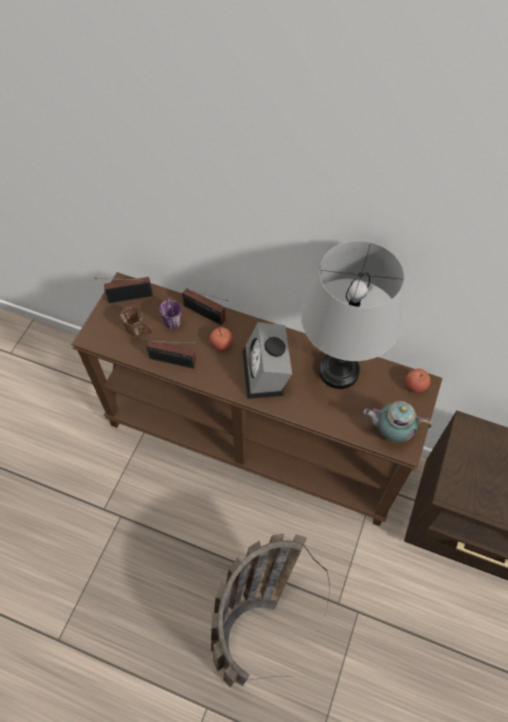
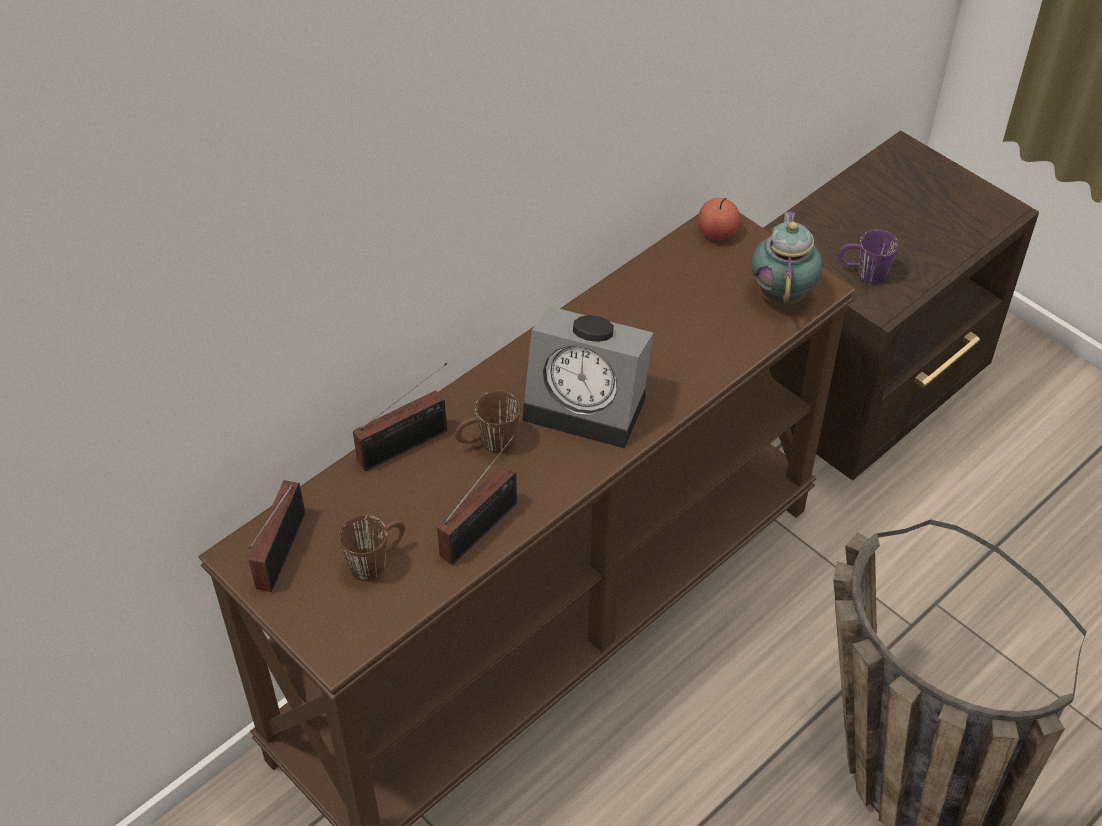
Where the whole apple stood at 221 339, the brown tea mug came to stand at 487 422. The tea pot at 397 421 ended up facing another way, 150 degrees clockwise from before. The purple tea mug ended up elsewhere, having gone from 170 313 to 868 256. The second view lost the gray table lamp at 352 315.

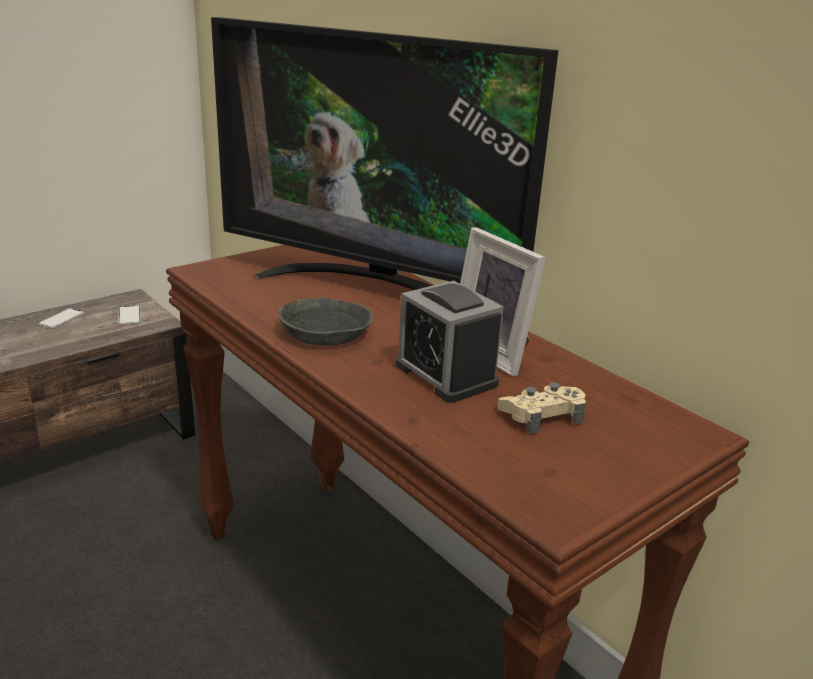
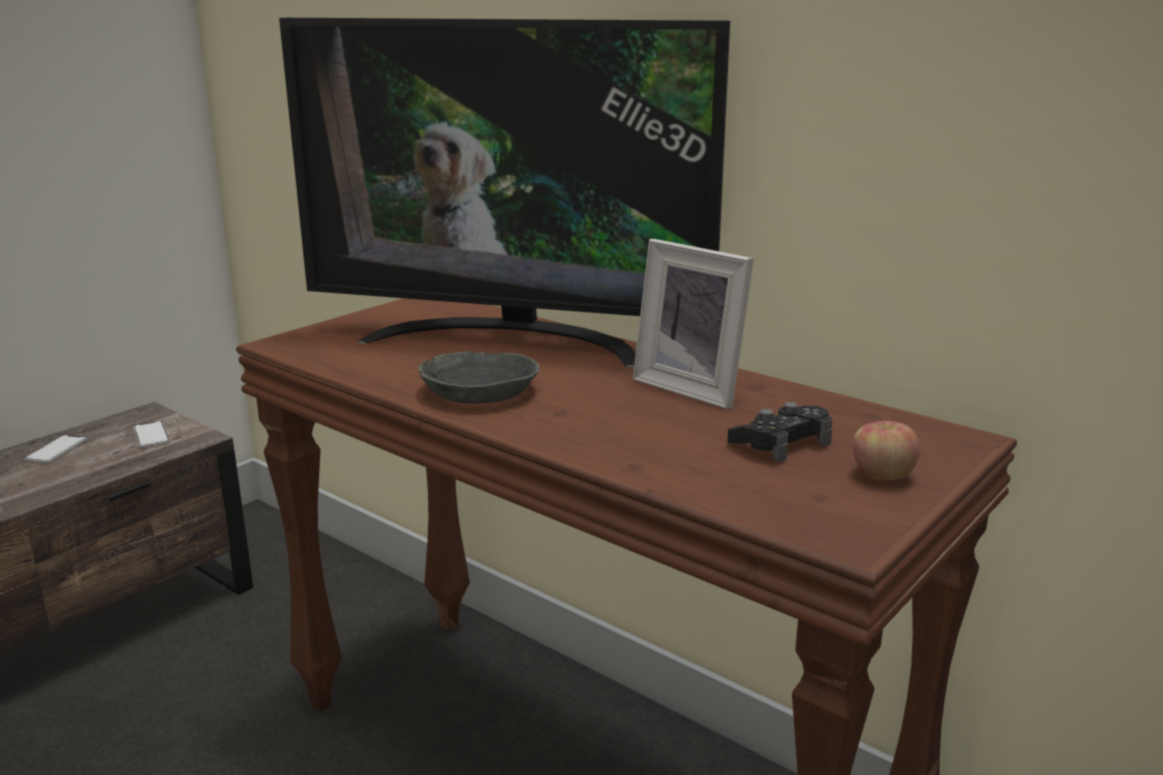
What was the sand-coloured game controller at 542 408 turned into the black game controller at 779 432. The second view gained the whole apple at 886 451. The second view lost the alarm clock at 449 342.

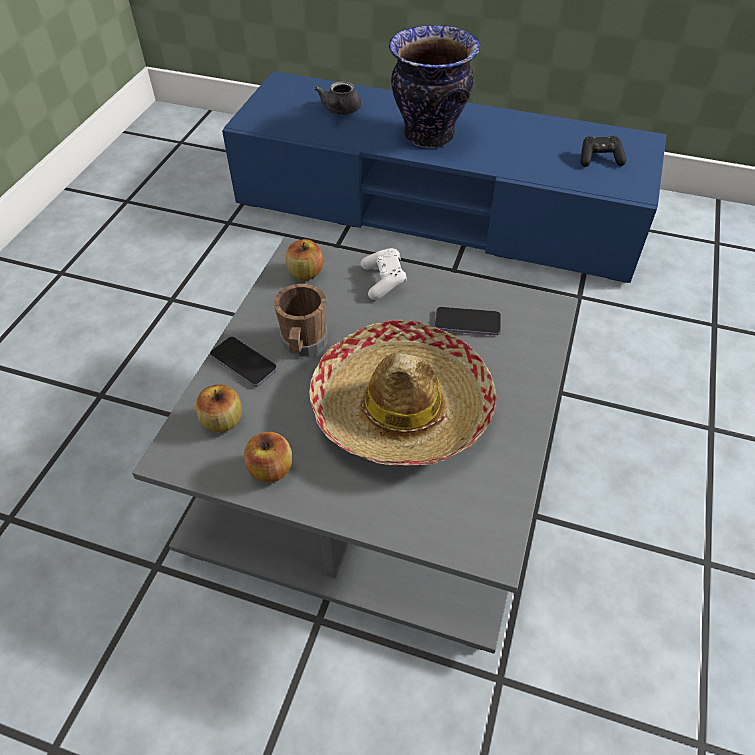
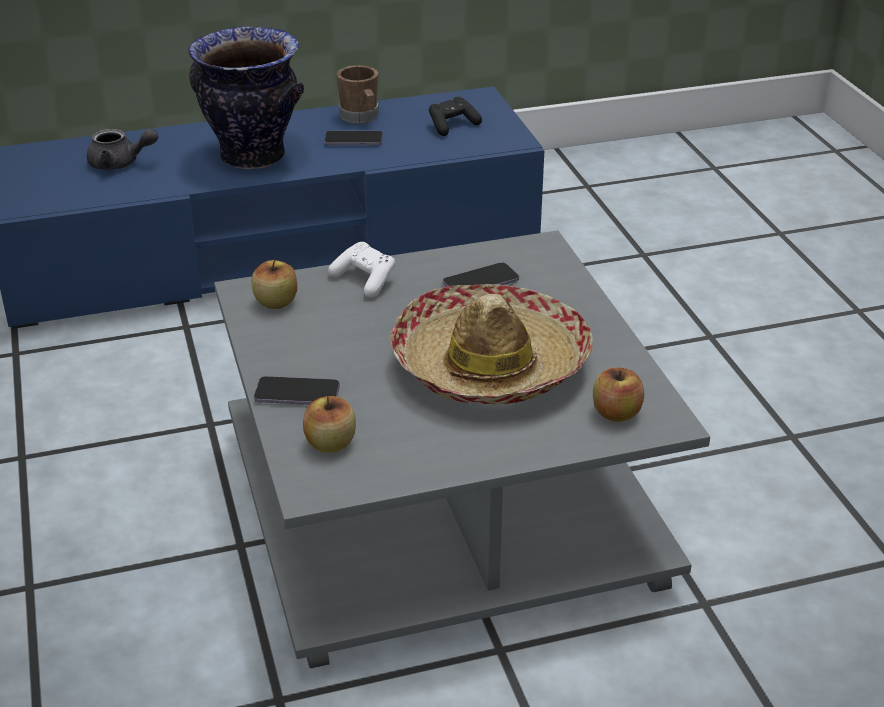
The gray tea pot at 338 98 ended up facing another way, 60 degrees counterclockwise from before. The second view gained the phone at 353 138. The brown tea mug ended up elsewhere, having gone from 301 320 to 358 94. The whole apple ended up elsewhere, having gone from 268 457 to 618 394.

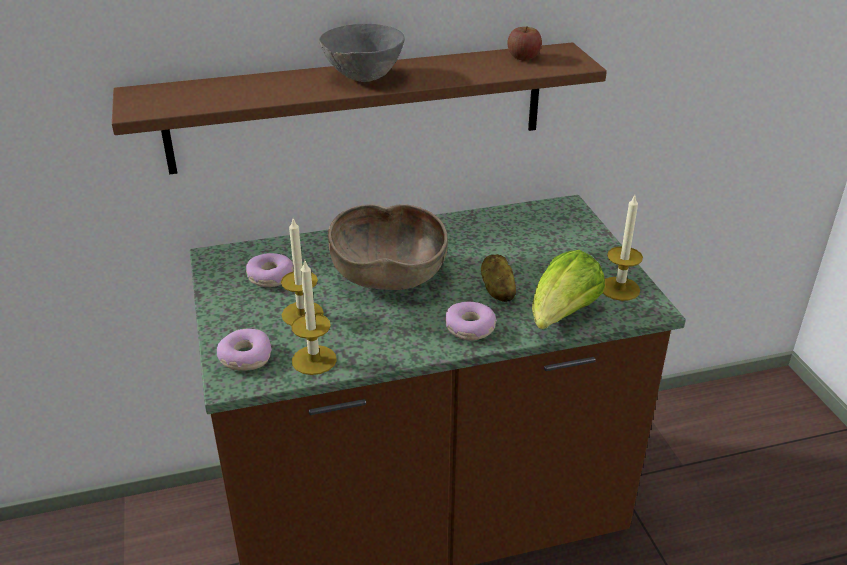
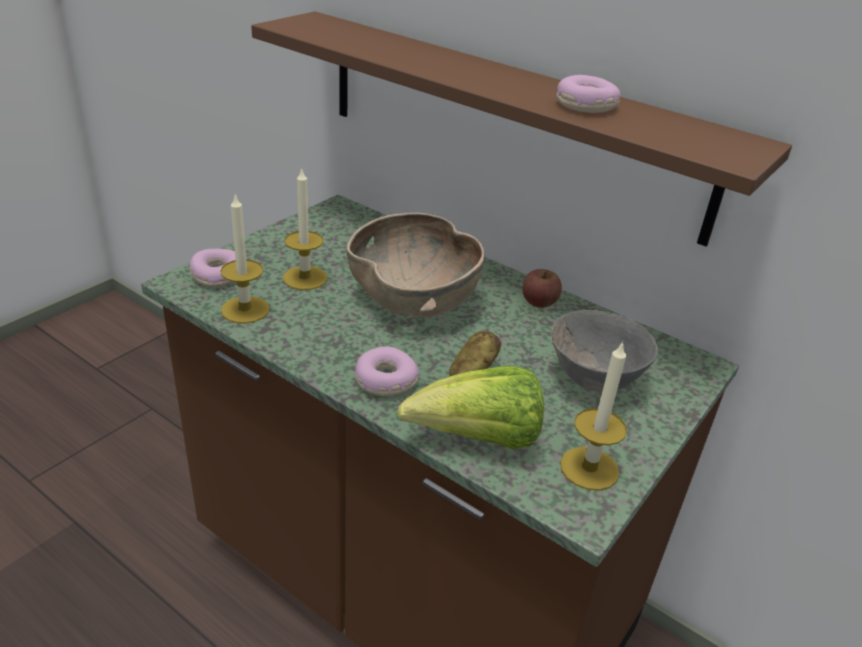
The whole apple ended up elsewhere, having gone from 524 43 to 542 288. The gray deep dish ended up elsewhere, having gone from 362 53 to 605 351. The donut ended up elsewhere, having gone from 270 270 to 588 94.

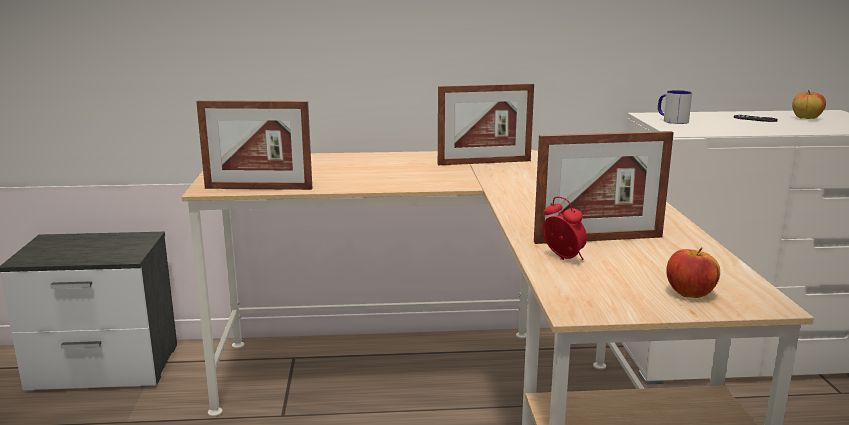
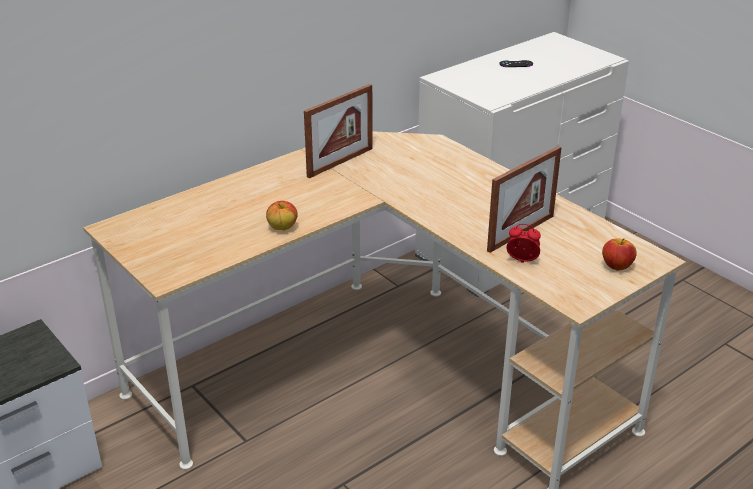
The whole apple ended up elsewhere, having gone from 809 104 to 282 216. The second view lost the picture frame at 254 145. The second view lost the tea mug at 675 107.

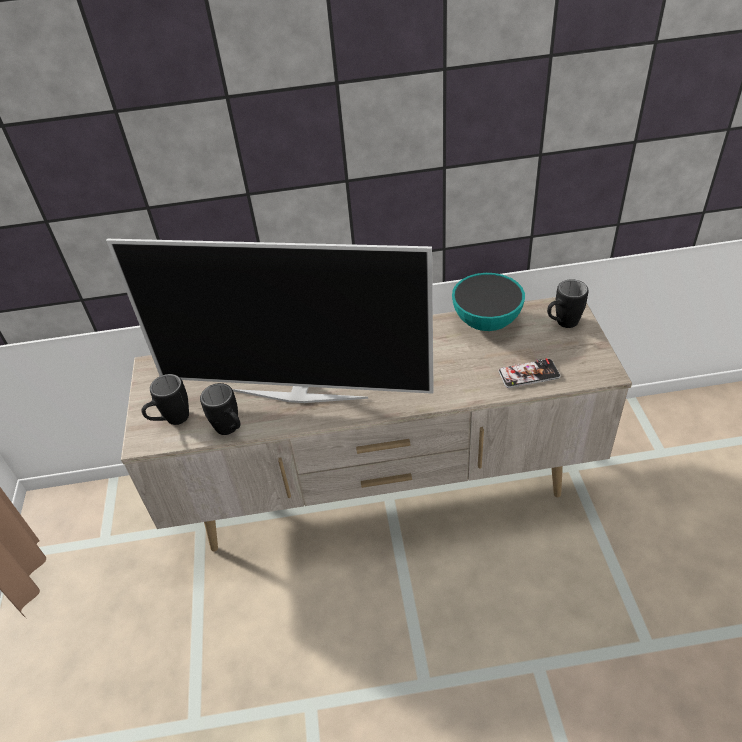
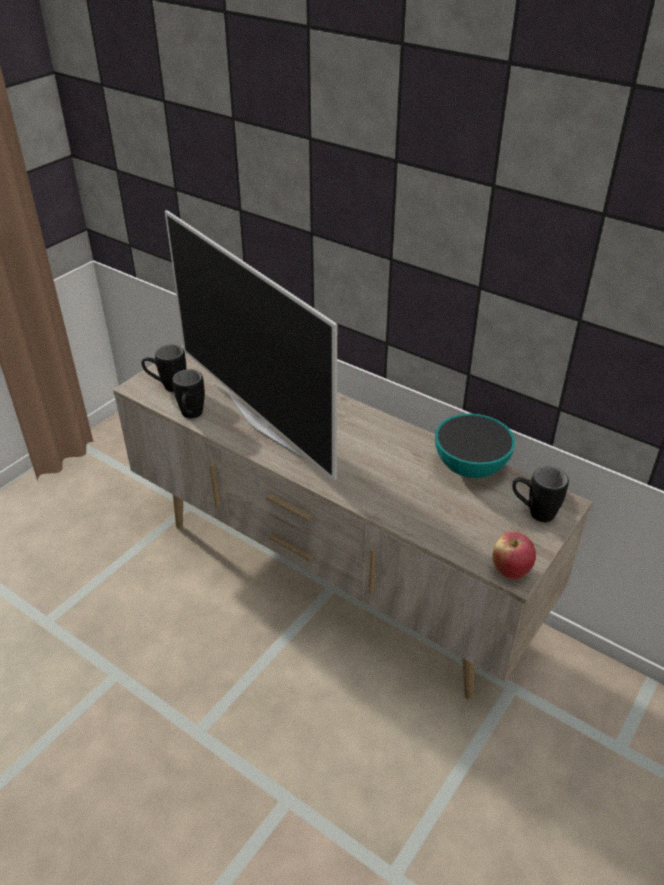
The second view gained the whole apple at 514 555. The second view lost the phone at 529 373.

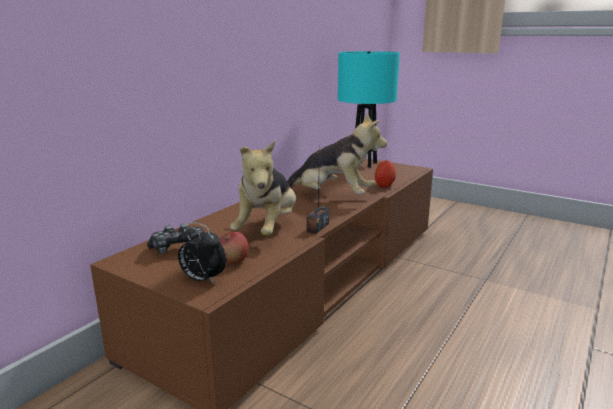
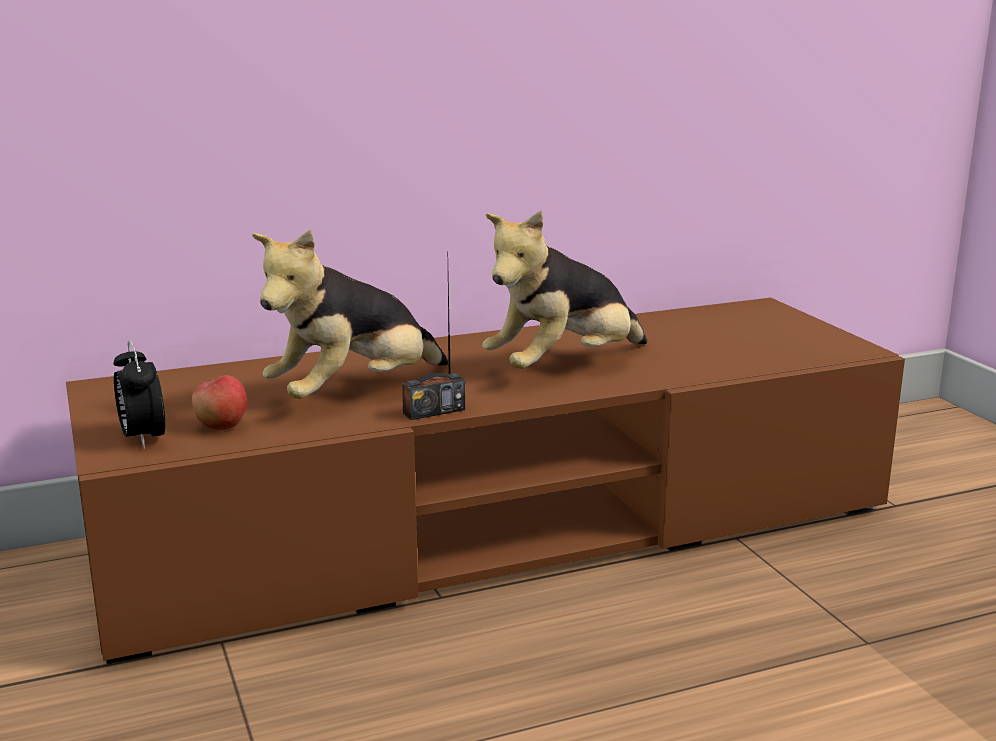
The cuddly toy at 337 154 ended up facing another way, 90 degrees clockwise from before. The second view lost the game controller at 175 238. The second view lost the blue-green table lamp at 369 109. The second view lost the whole apple at 385 173.

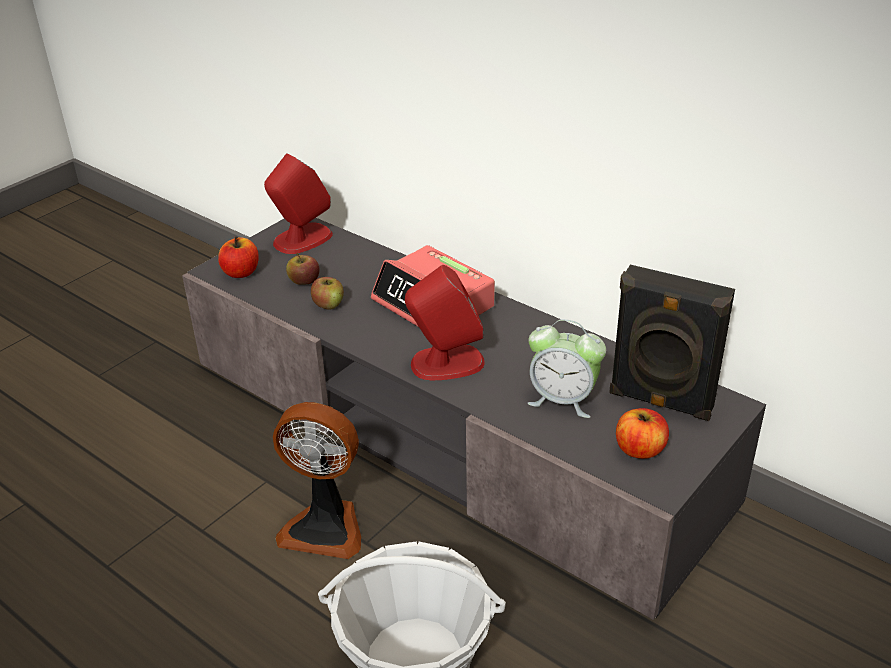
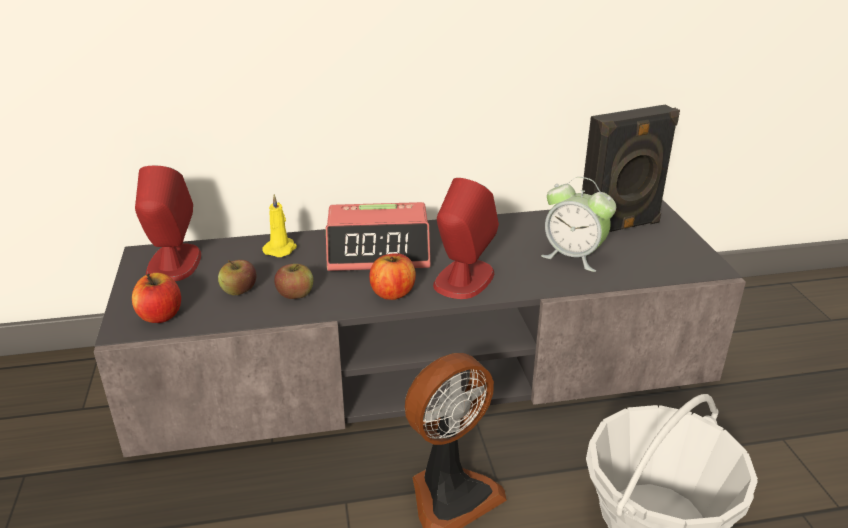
The second view gained the yellowish wax light at 279 225. The whole apple ended up elsewhere, having gone from 642 433 to 392 276. The alarm clock at 566 368 ended up facing another way, 60 degrees clockwise from before.

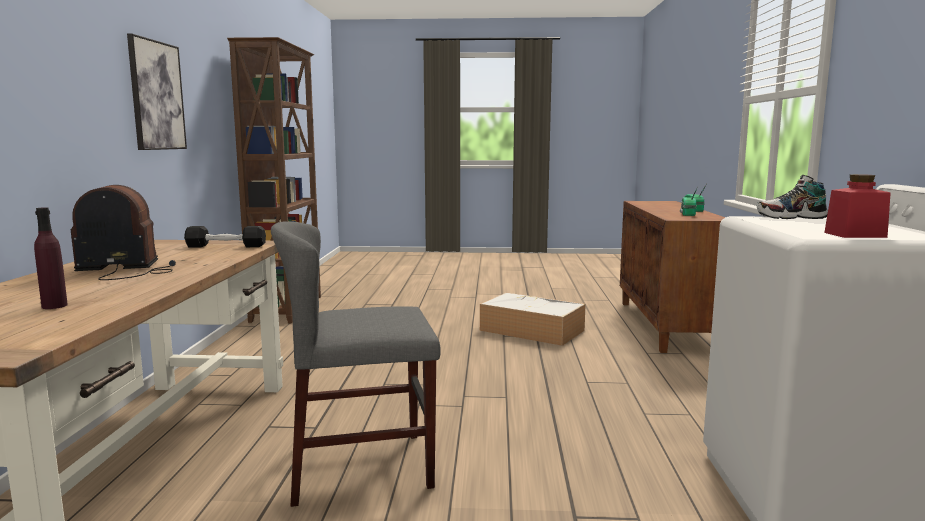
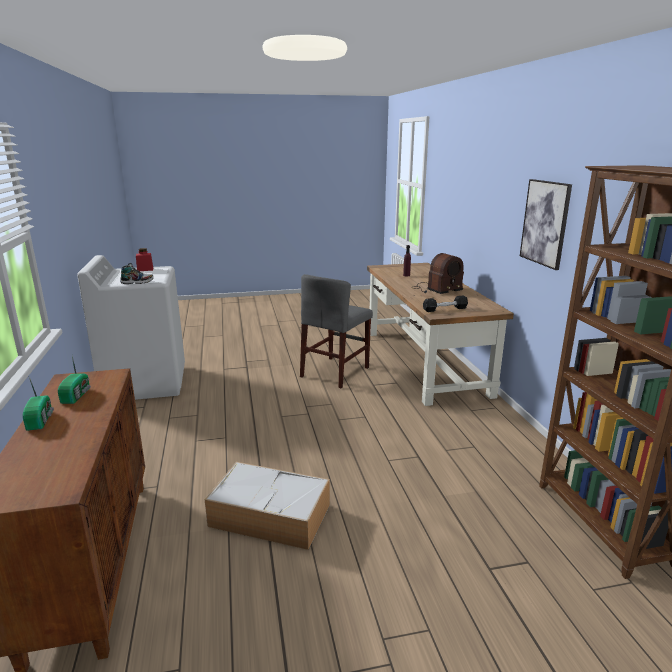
The gray chair at 356 364 ended up facing another way, 150 degrees clockwise from before.

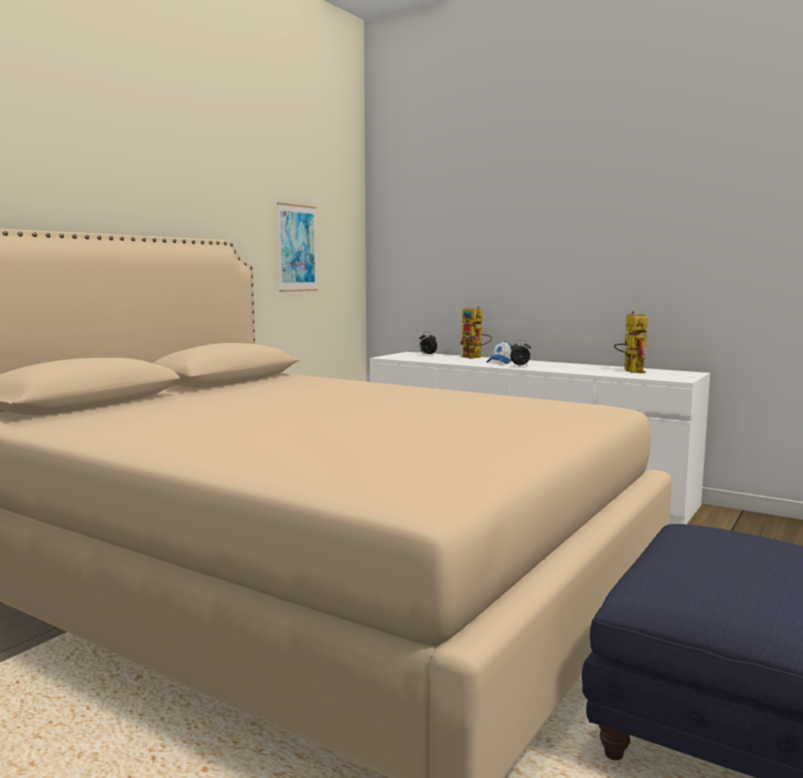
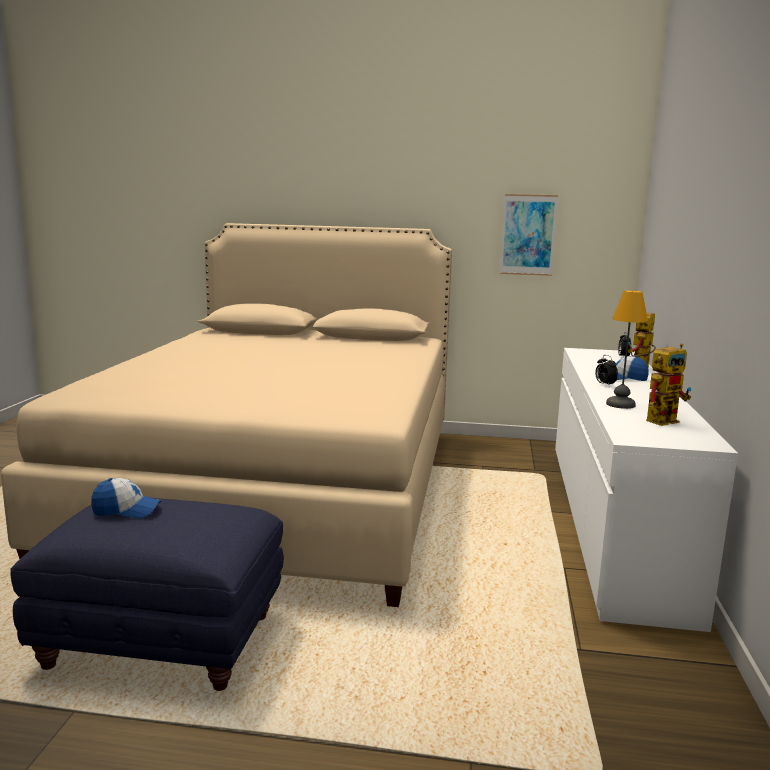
The second view gained the peaked cap at 126 498. The second view gained the table lamp at 627 349.

